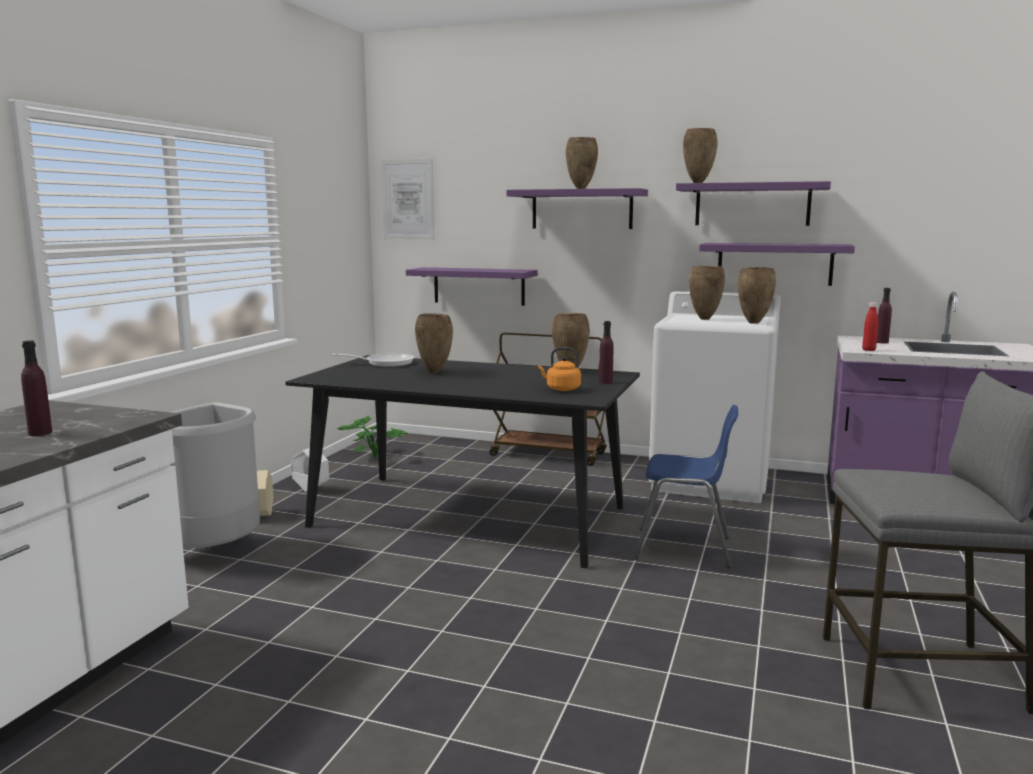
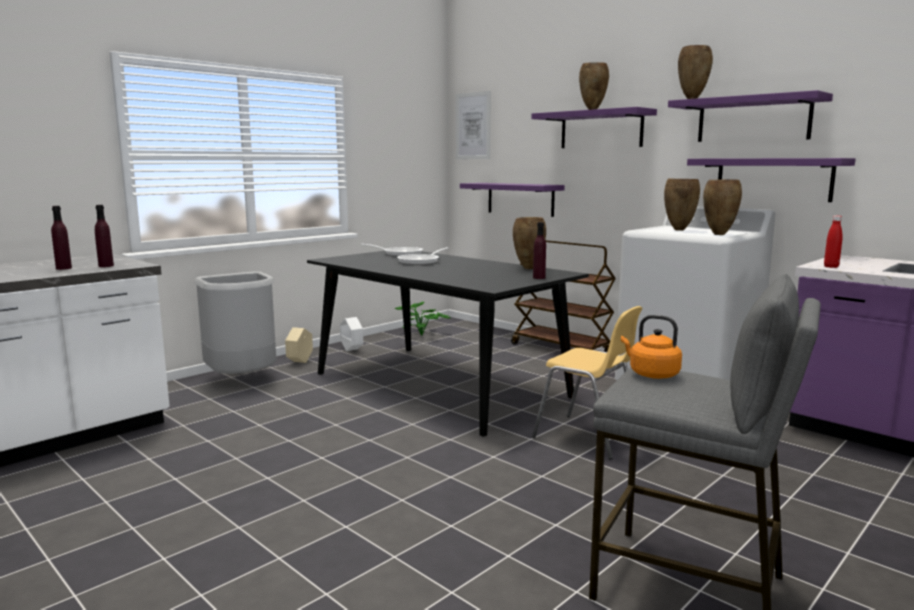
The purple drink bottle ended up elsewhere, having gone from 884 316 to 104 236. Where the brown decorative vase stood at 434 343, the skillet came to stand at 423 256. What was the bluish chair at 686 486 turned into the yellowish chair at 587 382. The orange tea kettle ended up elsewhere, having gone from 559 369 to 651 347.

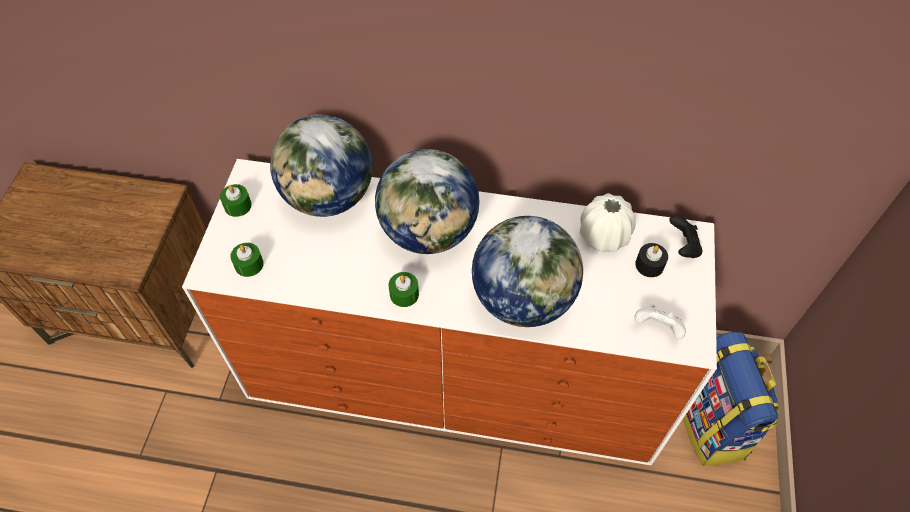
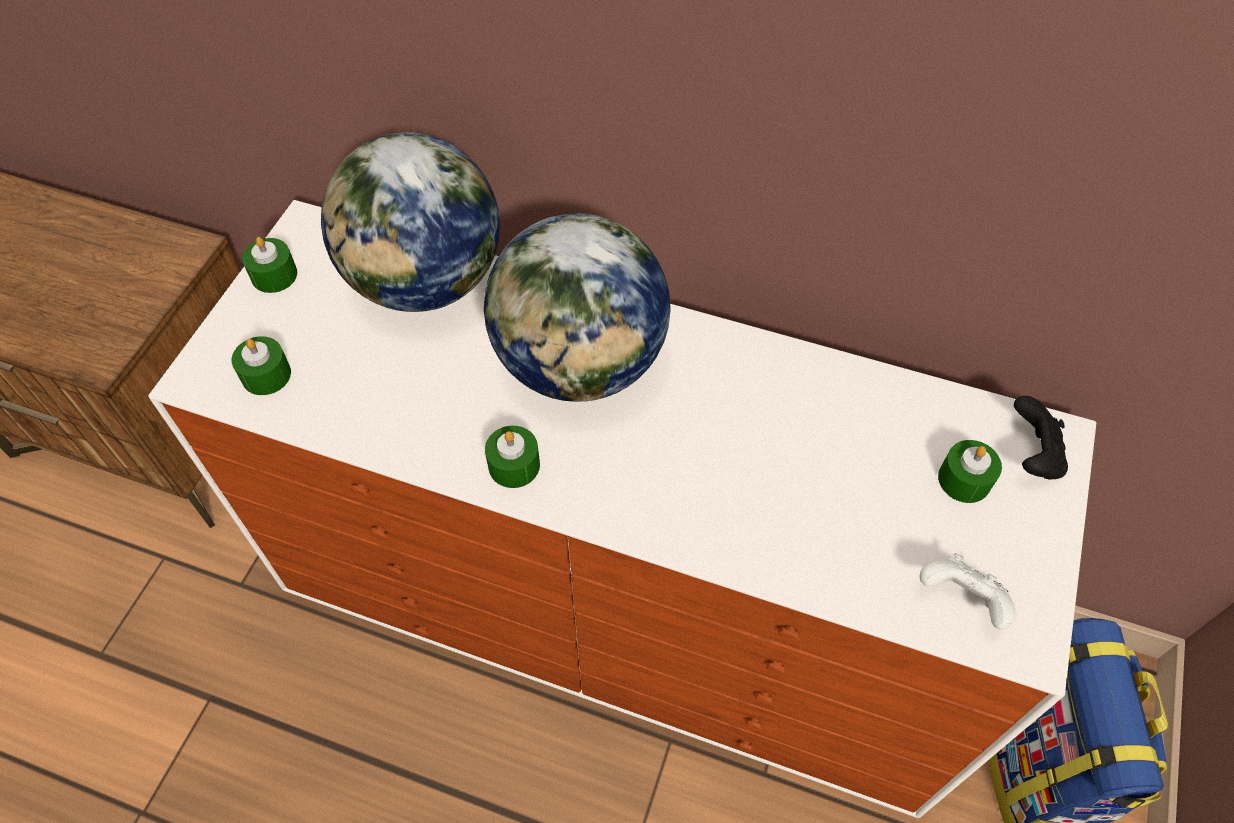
What was the black wax light at 651 260 turned into the green-coloured wax light at 970 471. The second view lost the world globe at 527 271. The second view lost the whitish decorative vase at 608 222.

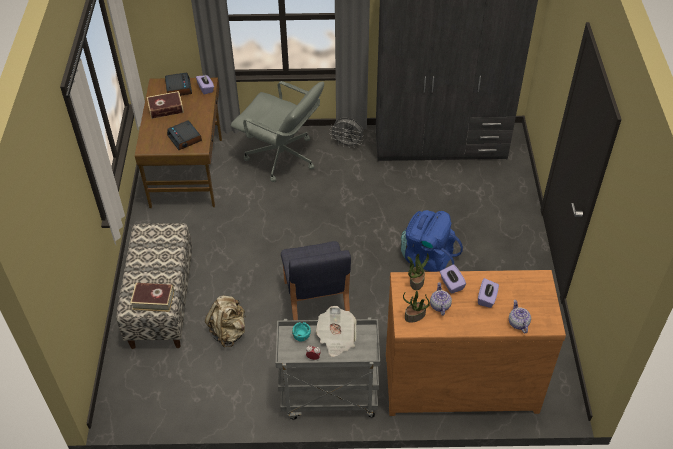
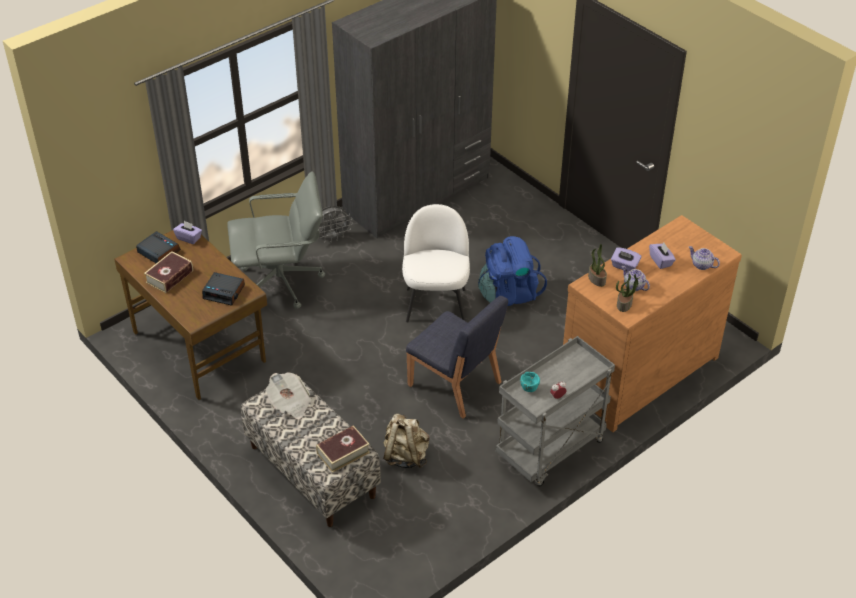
The daily paper ended up elsewhere, having gone from 336 331 to 289 395. The second view gained the whitish chair at 436 263.

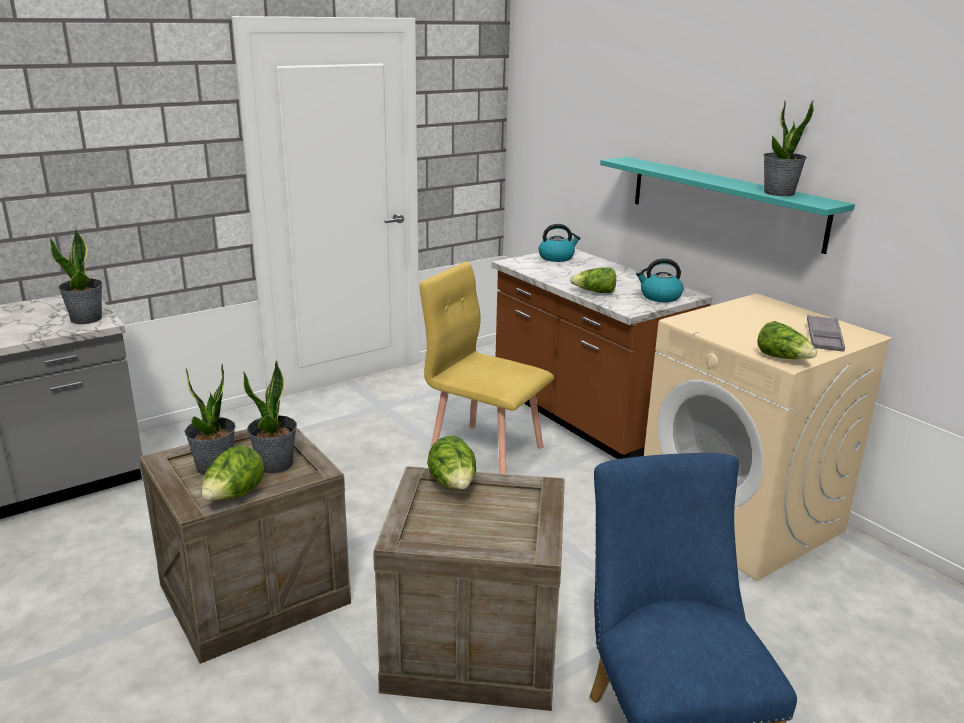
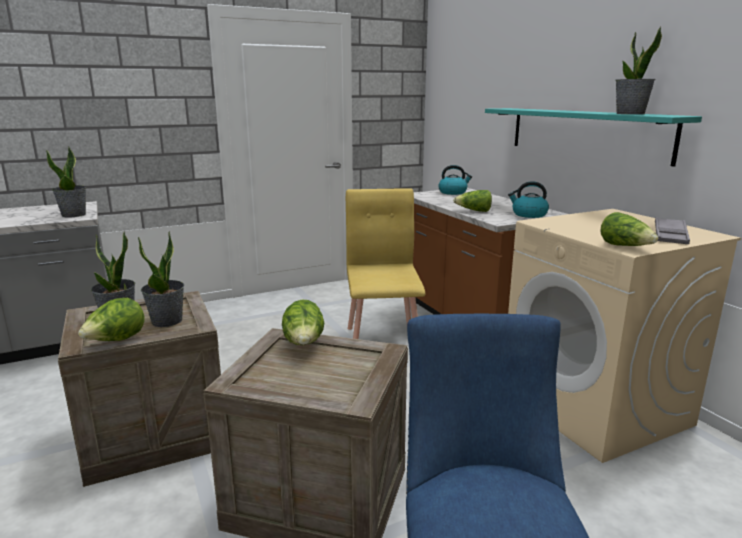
The yellowish chair at 486 368 ended up facing another way, 45 degrees clockwise from before.

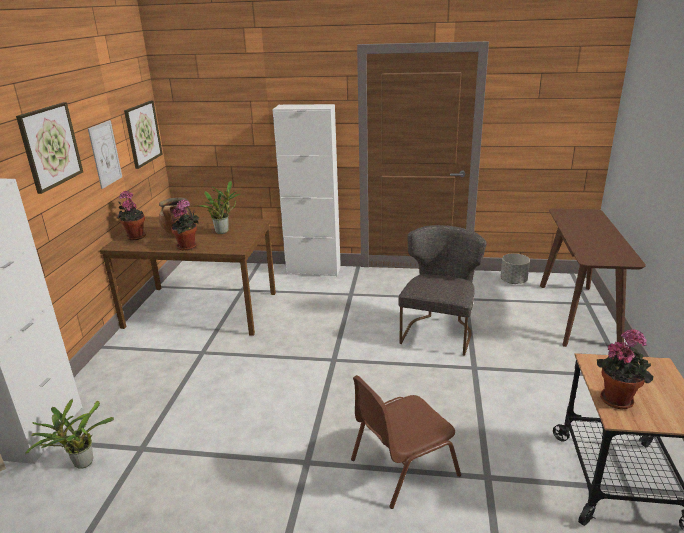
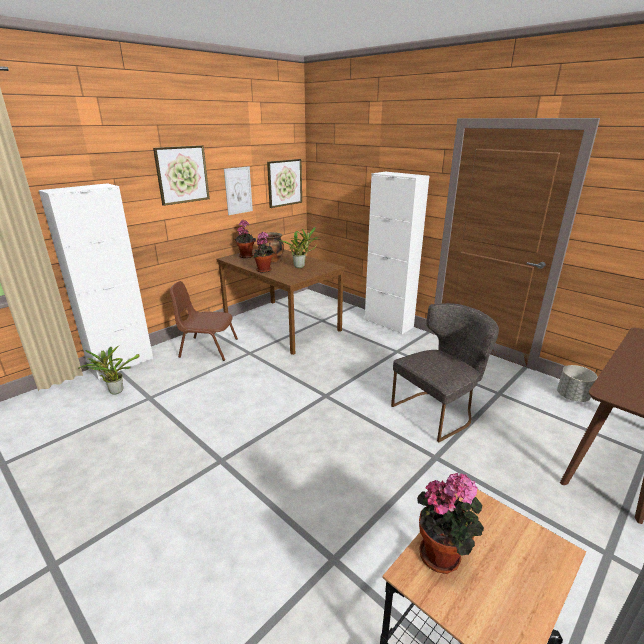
The brown chair ended up elsewhere, having gone from 406 442 to 204 321.

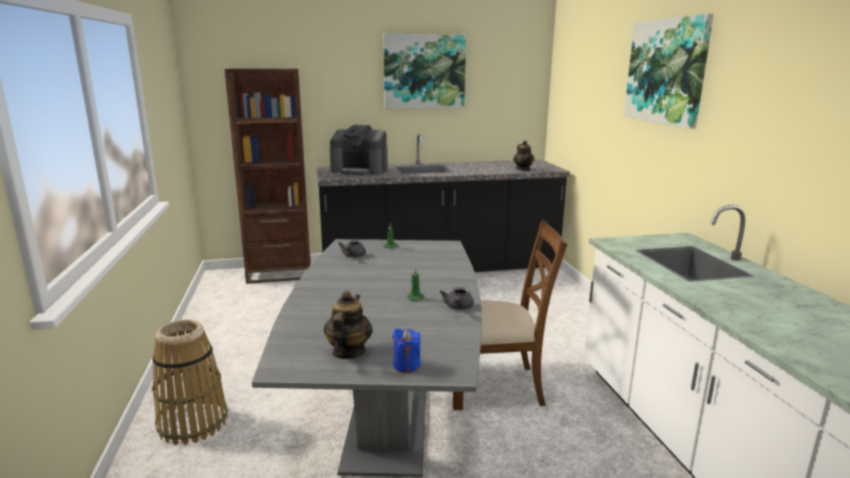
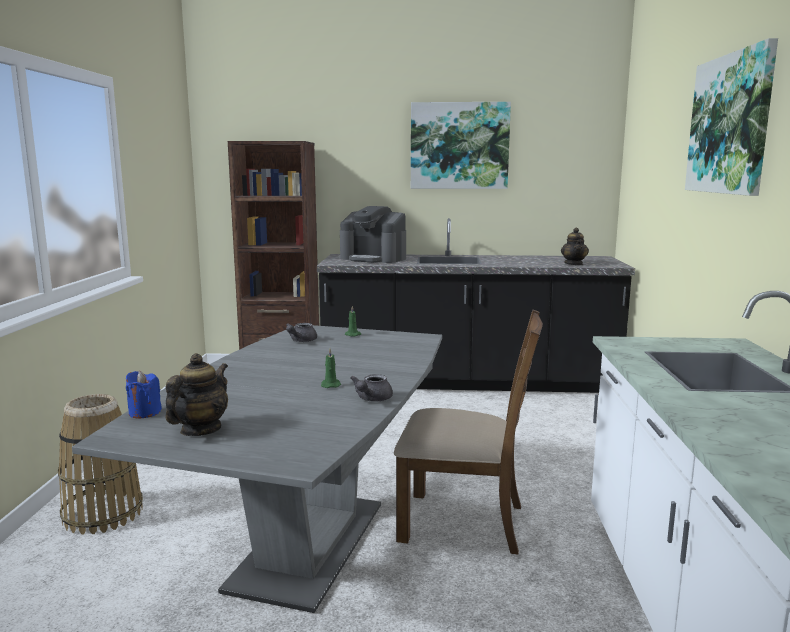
The bluish wax light ended up elsewhere, having gone from 406 351 to 144 395.

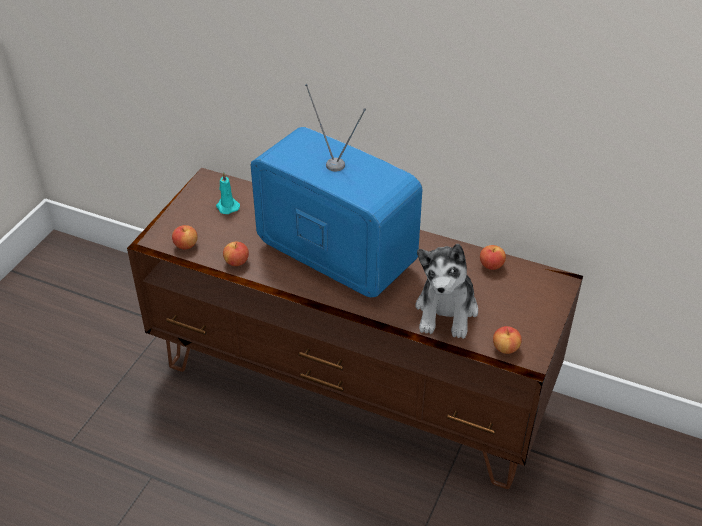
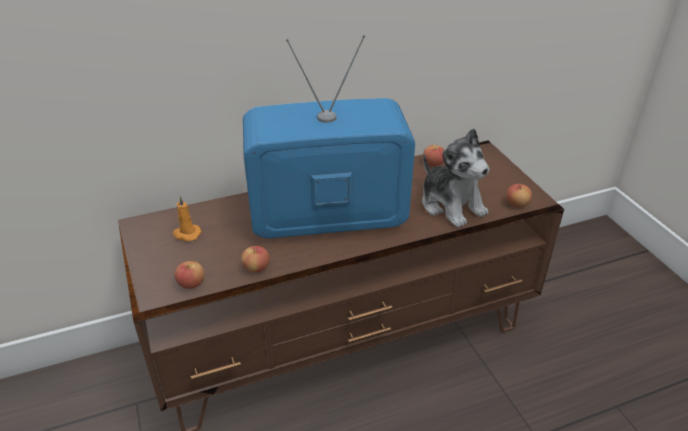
What was the blue-green wax light at 228 193 turned into the orange wax light at 187 218.

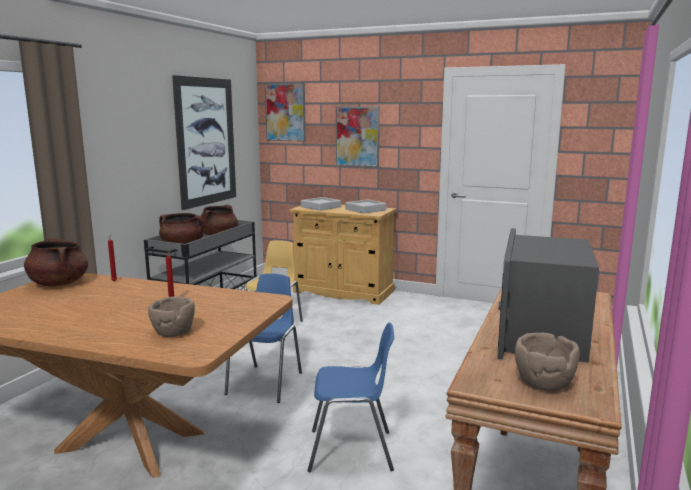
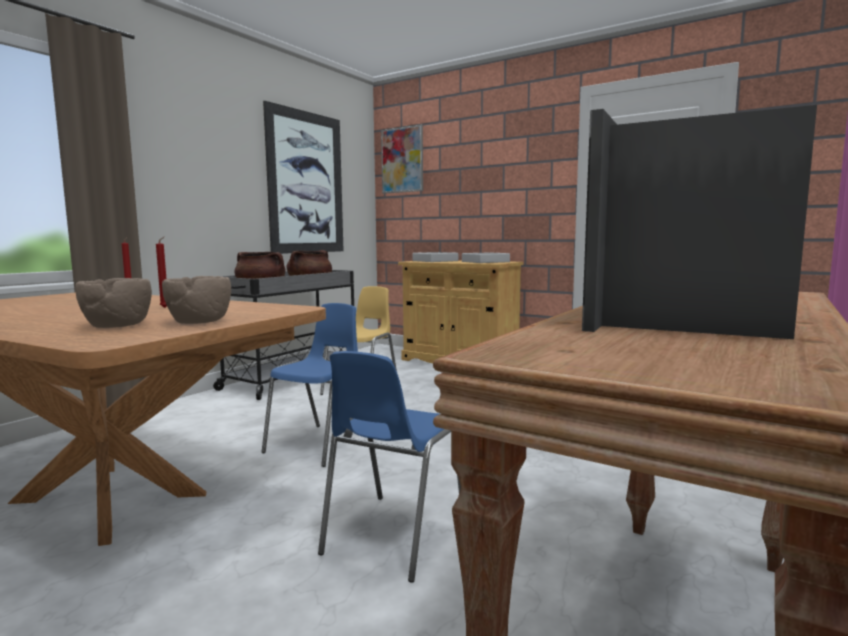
The brown deep dish ended up elsewhere, having gone from 547 362 to 196 300. The bluish chair at 350 397 ended up facing another way, 105 degrees clockwise from before. The second view lost the brown saucepot at 56 262. The second view lost the wall art at 358 136.

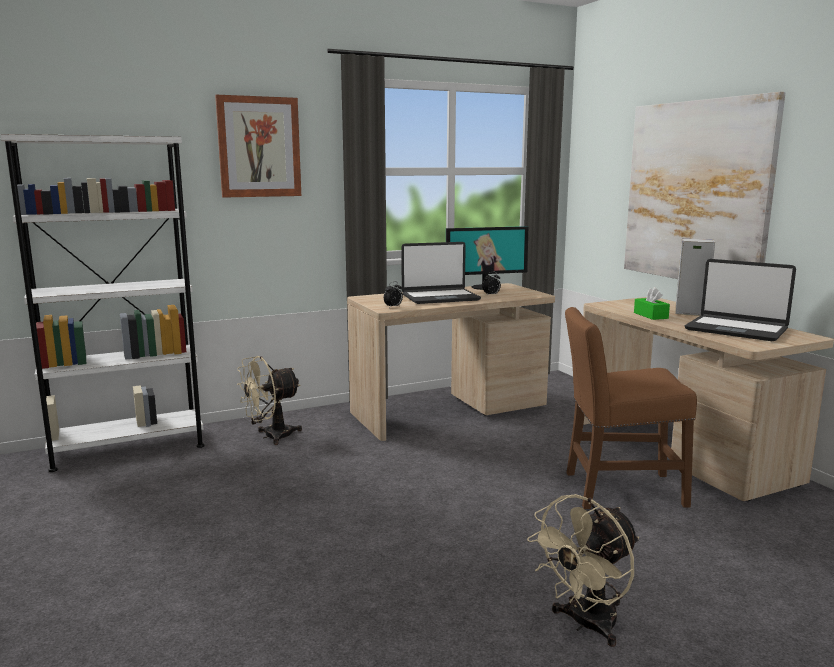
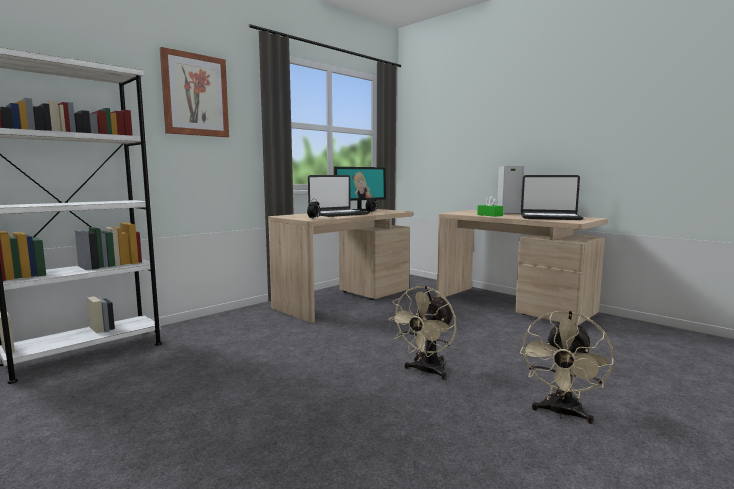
The sand-coloured electric fan ended up elsewhere, having gone from 269 400 to 422 333. The second view lost the brown chair at 631 408. The second view lost the wall art at 704 185.

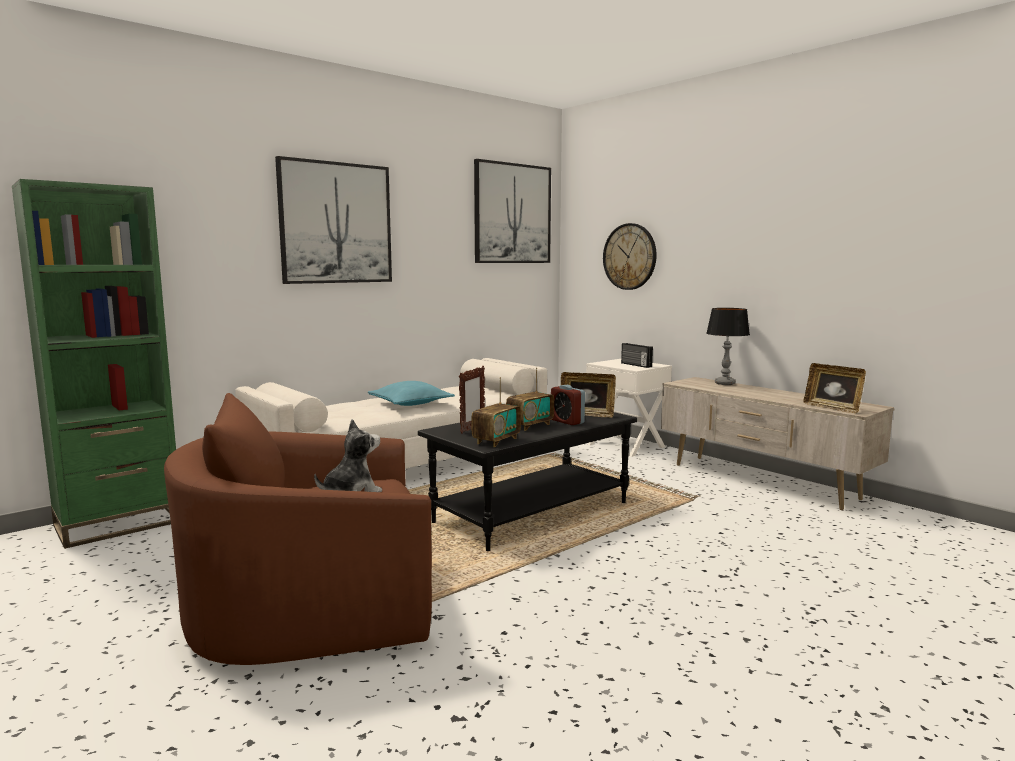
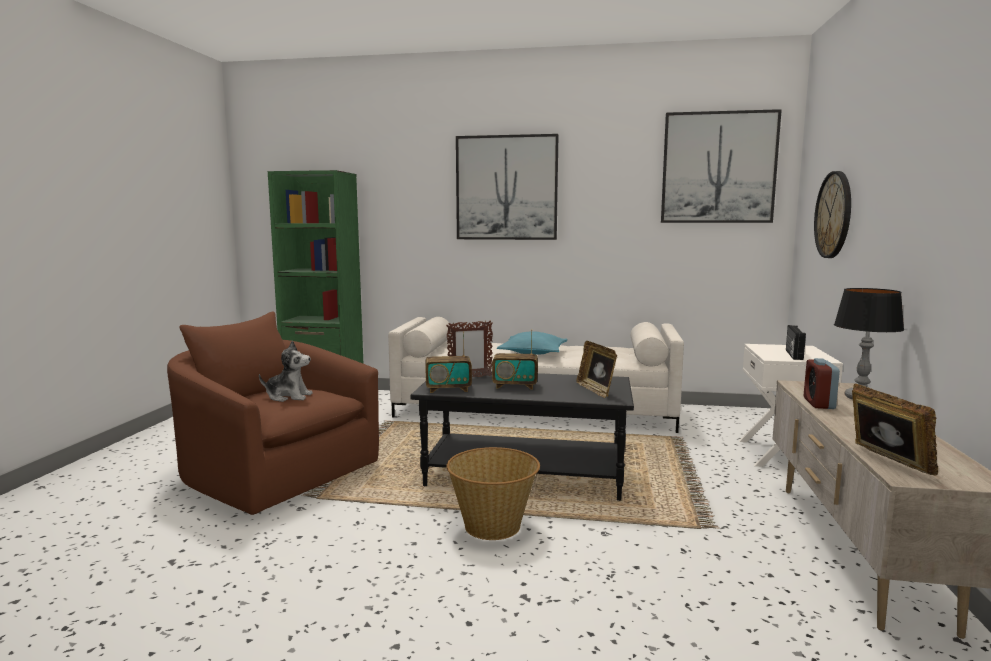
The second view gained the storage basket at 493 493. The alarm clock ended up elsewhere, having gone from 568 405 to 822 383. The picture frame at 835 388 ended up facing another way, 150 degrees clockwise from before.

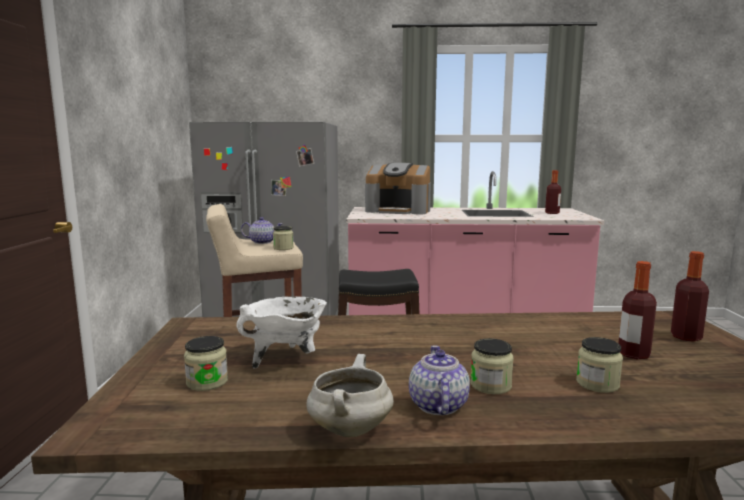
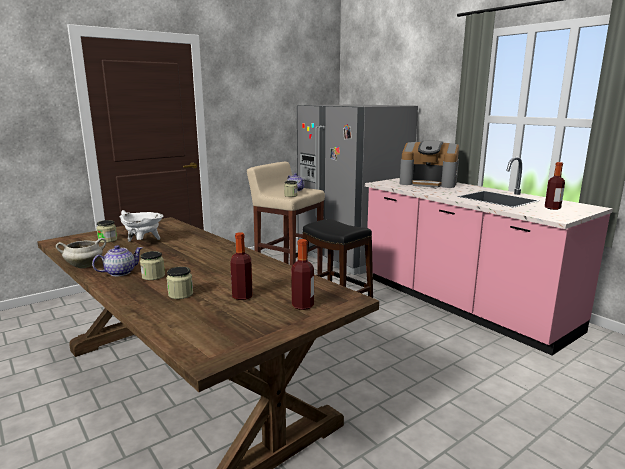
The coffee machine at 398 188 ended up facing another way, 45 degrees counterclockwise from before.

